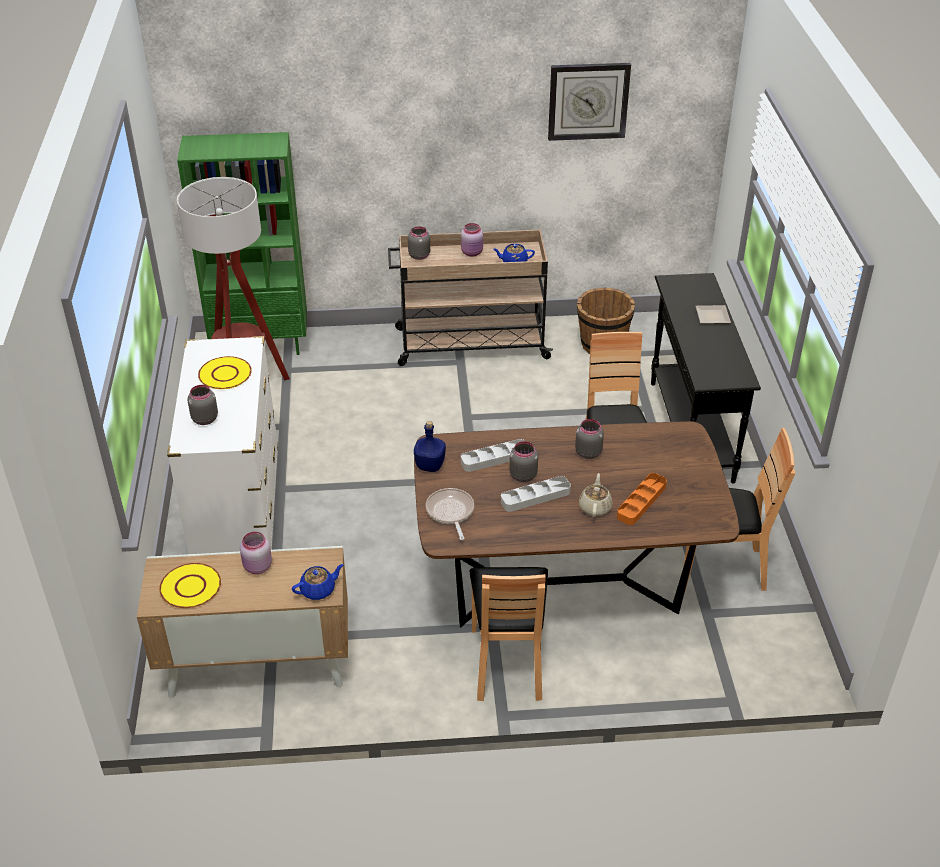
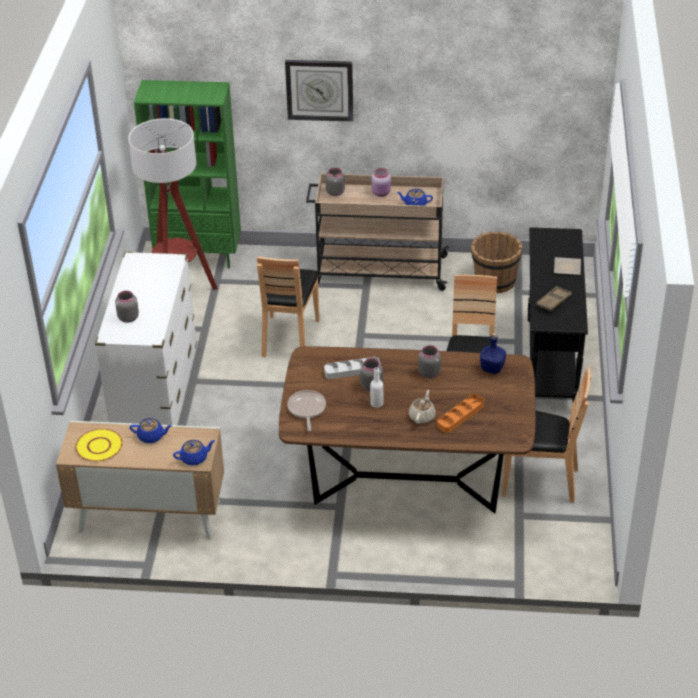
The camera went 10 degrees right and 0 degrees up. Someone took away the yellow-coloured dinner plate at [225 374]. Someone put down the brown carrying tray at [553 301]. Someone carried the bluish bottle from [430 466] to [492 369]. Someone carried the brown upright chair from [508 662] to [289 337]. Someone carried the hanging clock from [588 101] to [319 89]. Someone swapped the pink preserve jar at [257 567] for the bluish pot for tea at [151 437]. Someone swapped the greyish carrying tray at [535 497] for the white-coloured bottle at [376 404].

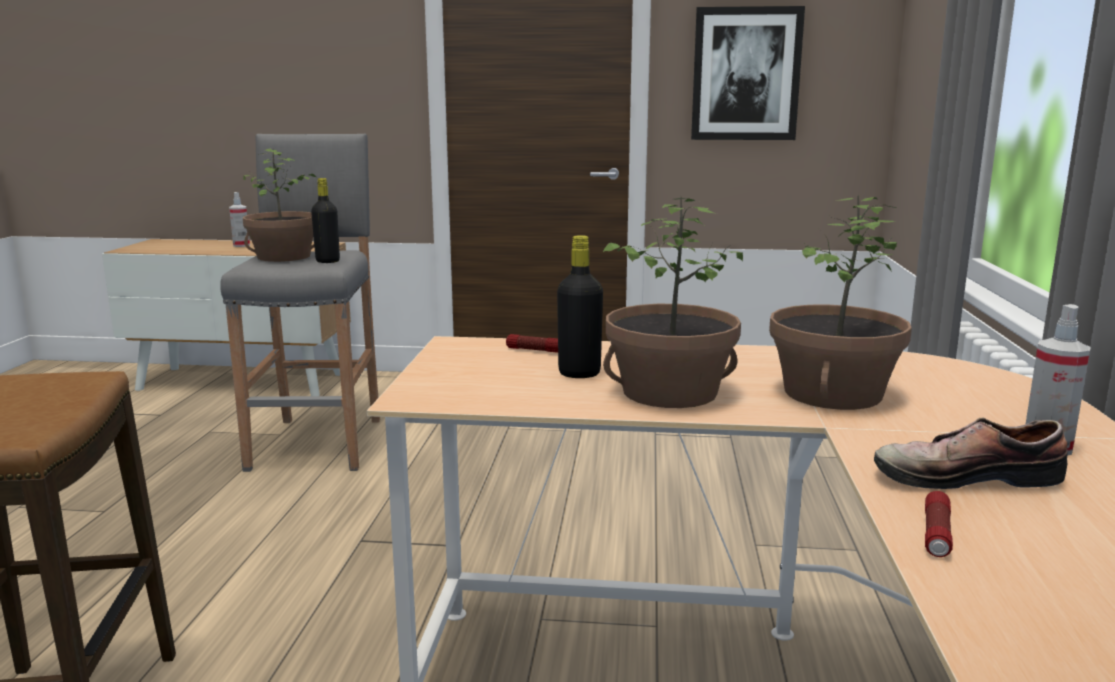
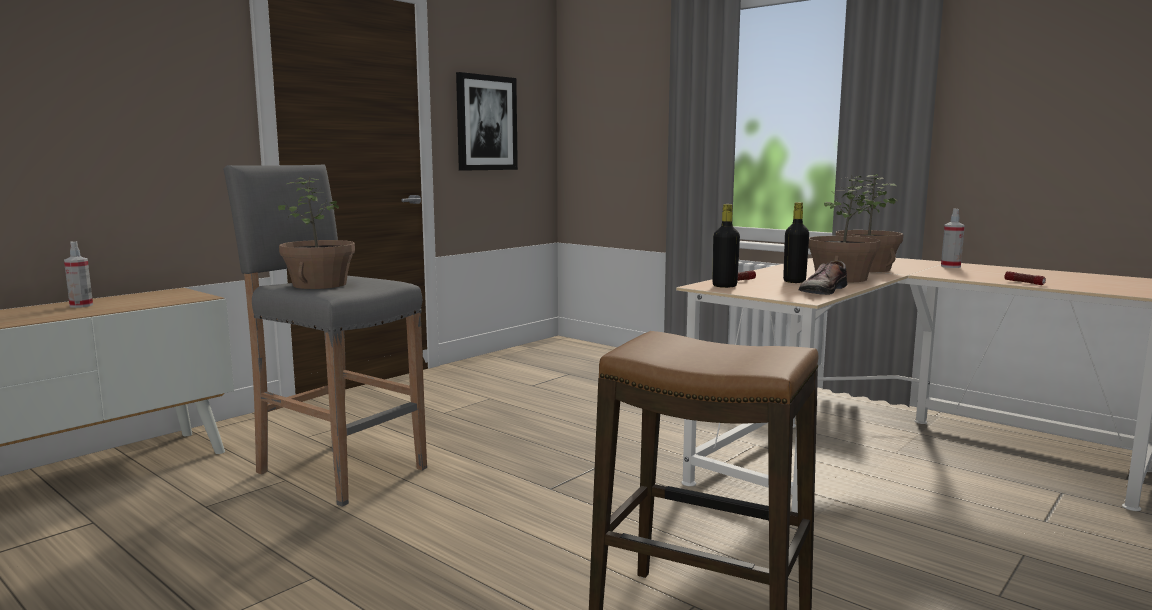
The camera went 55 degrees left and 5 degrees down. Someone carried the blackish bottle from [328 261] to [724 286]. Someone carried the shoe from [962 475] to [821 290].

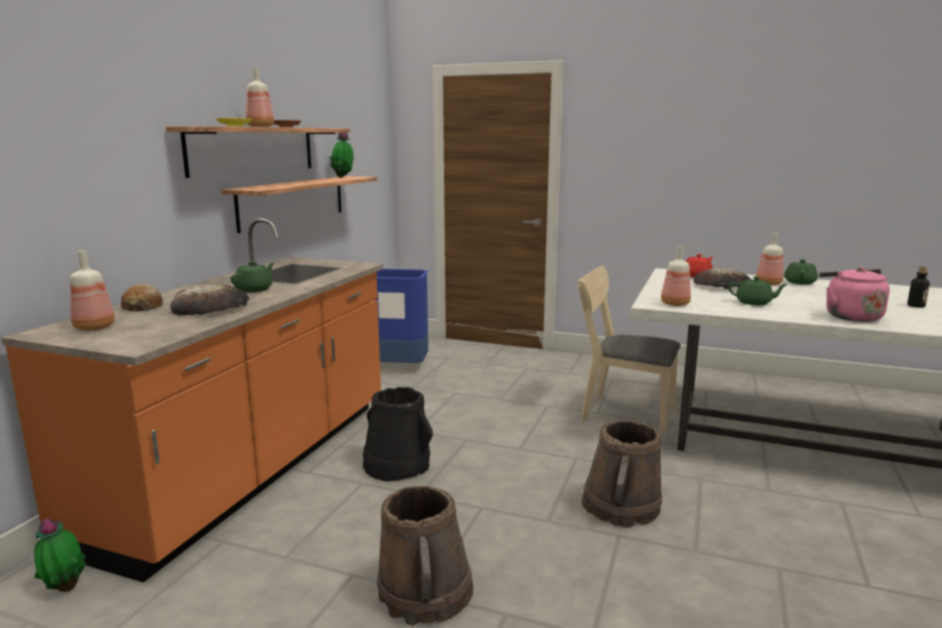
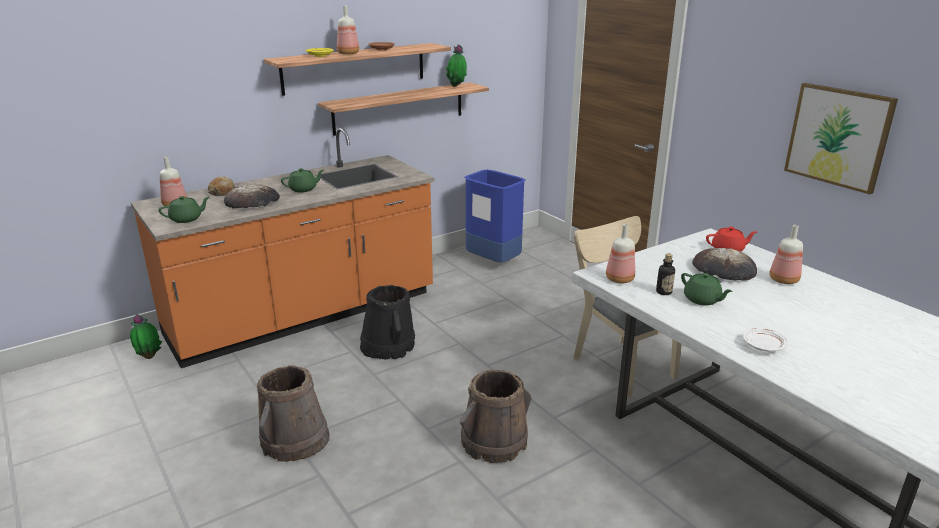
The camera went 35 degrees right and 10 degrees up. Someone put up the wall art at [838 136]. Someone carried the greenish pot for tea from [800 282] to [186 219]. Someone carried the bottle from [916 306] to [664 292]. Someone swapped the pink kettle at [849 316] for the white-coloured dinner plate at [763 346].

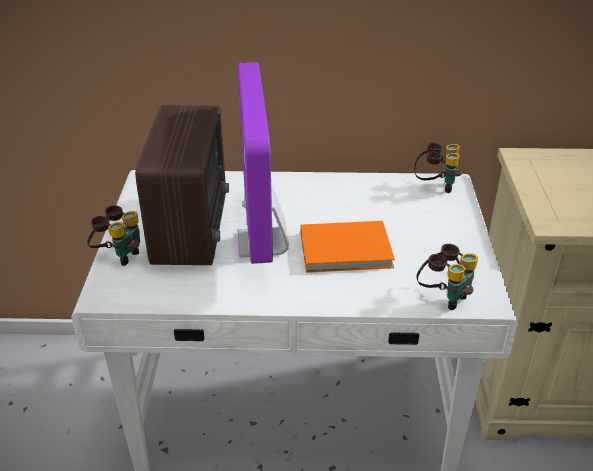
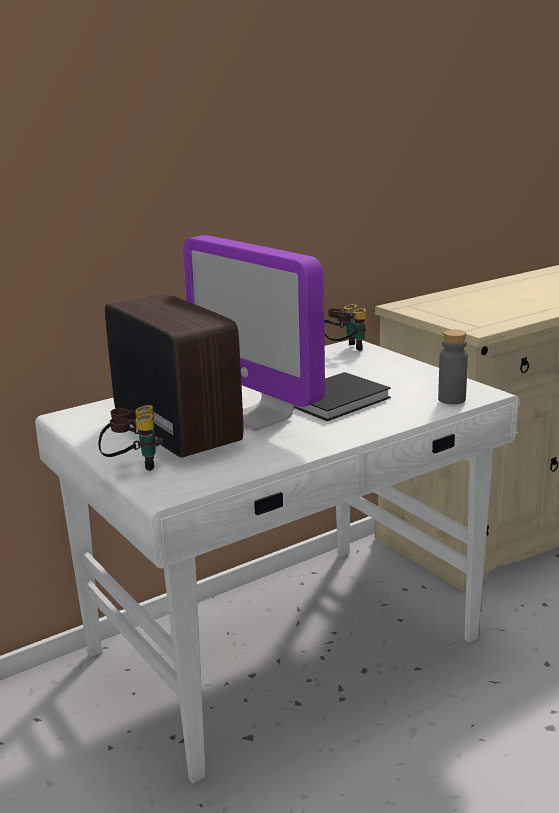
The camera went 35 degrees left and 15 degrees down. Someone swapped the binoculars at [444 296] for the greyish bottle at [451 399]. Someone repainted the orangey bound book at [348 250], which became the blackish bound book at [339 400].

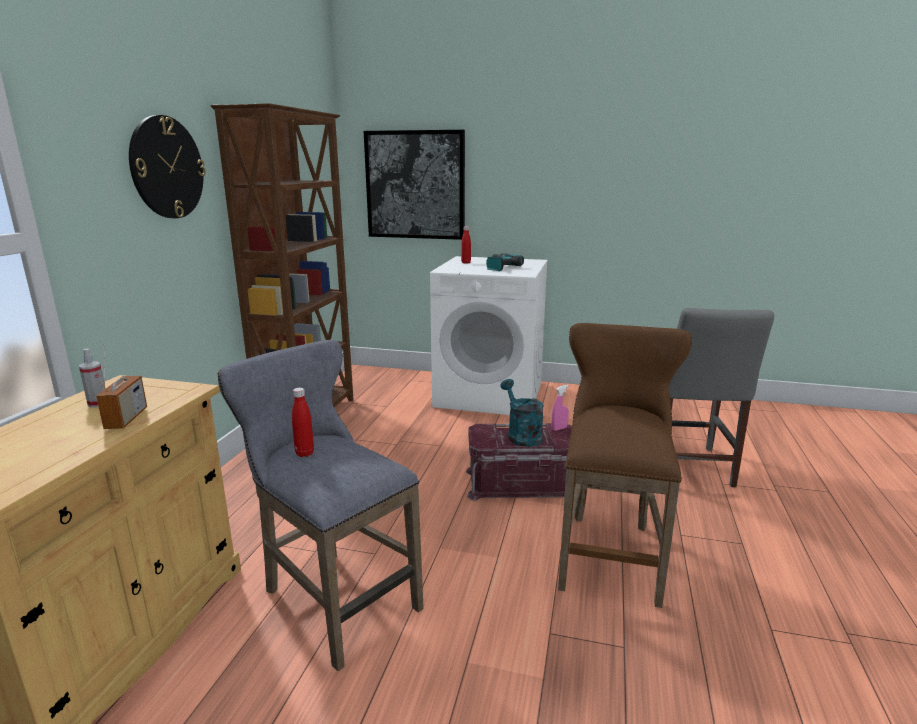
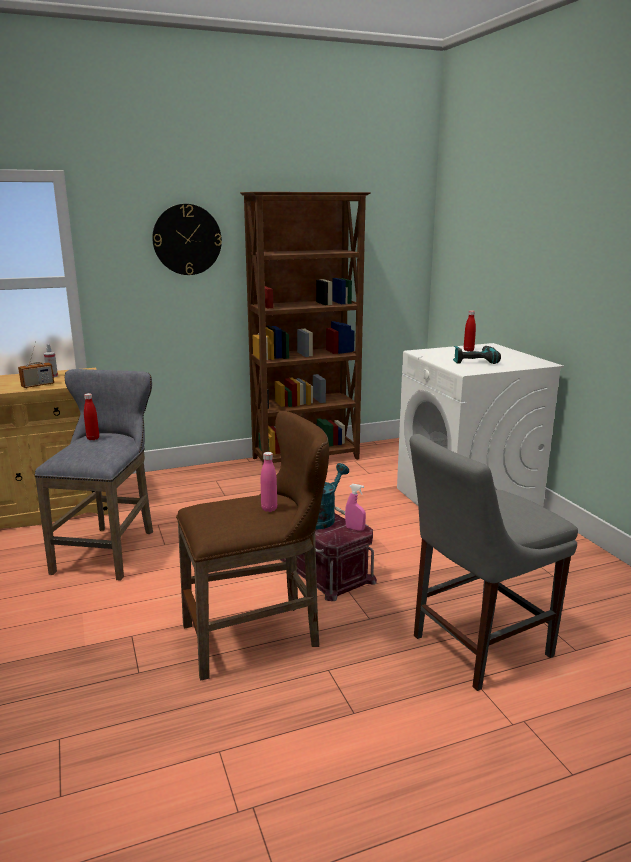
The camera went 55 degrees right and 0 degrees up. Someone took away the wall art at [415 185]. Someone put down the pink bottle at [269 509].

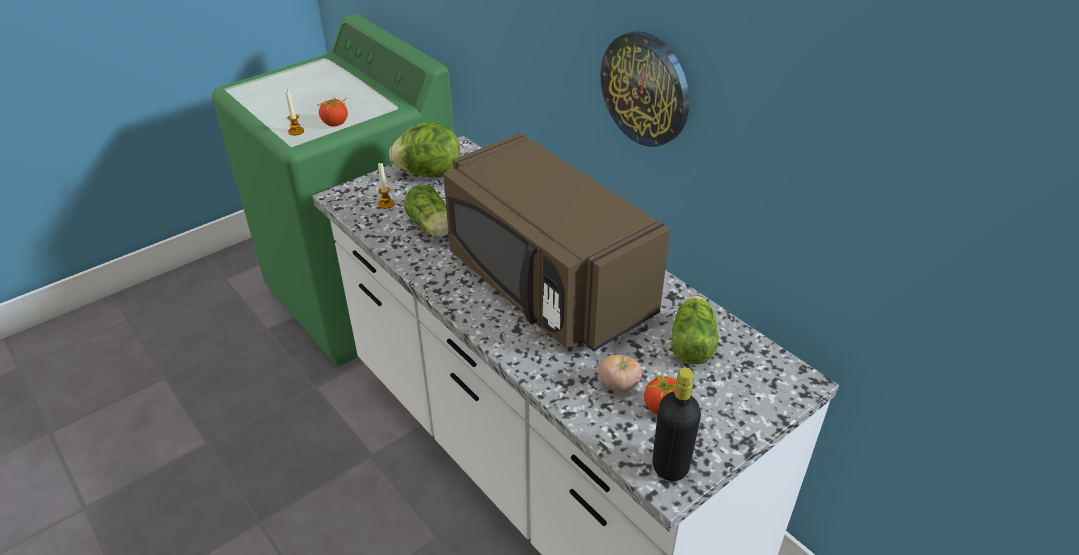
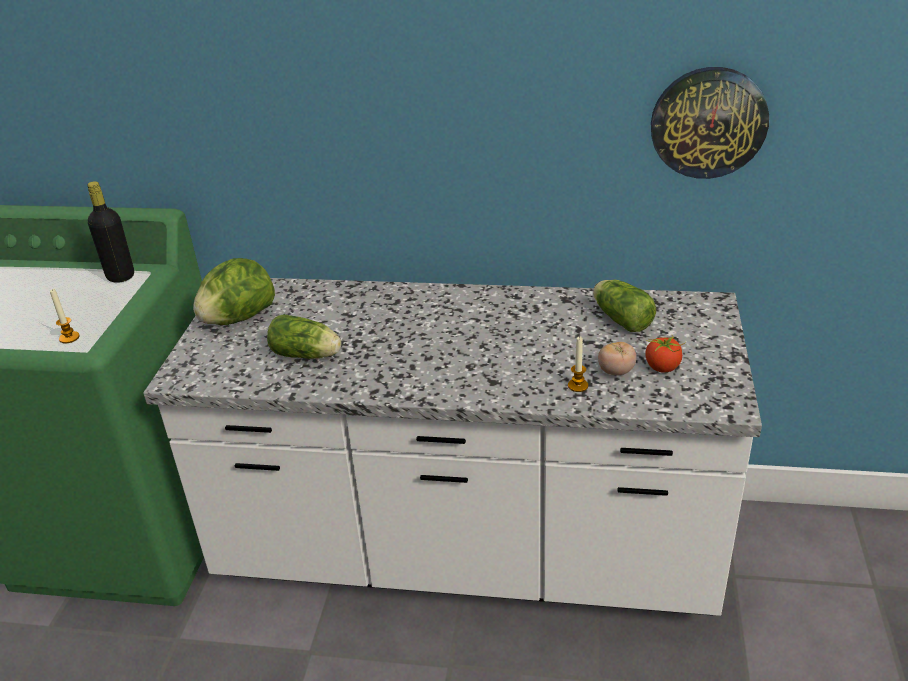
The camera went 40 degrees left and 5 degrees down. Someone took away the tomato at [335 123]. Someone took away the brown microwave at [546 285]. Someone carried the candle from [386 204] to [578 386]. Someone carried the hanging clock from [646 89] to [708 122]. Someone carried the blackish bottle from [670 466] to [120 276].

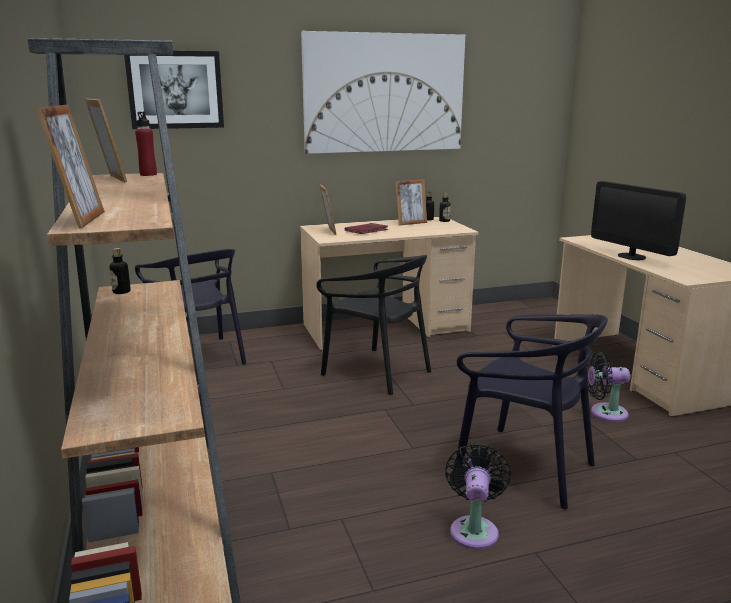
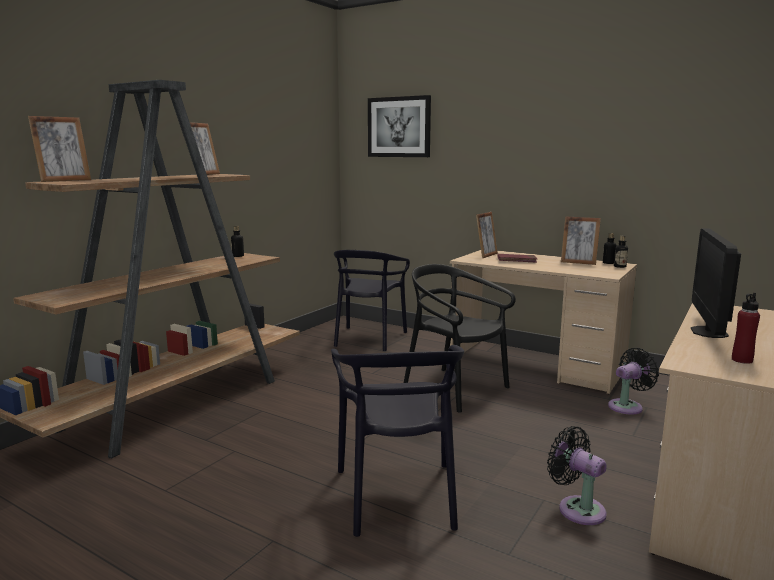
The camera went 50 degrees right and 5 degrees down. Someone took away the wall art at [384 93]. Someone carried the red-coloured bottle from [148 174] to [742 360]. Someone carried the blackish electric fan from [474 529] to [628 406]. Someone rotated the blackish upright chair at [377 371] by 135 degrees clockwise.

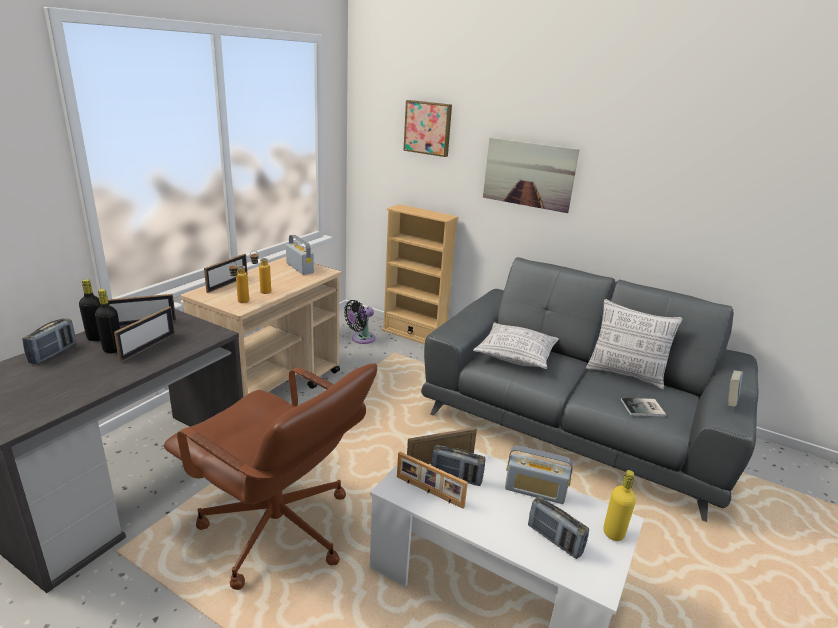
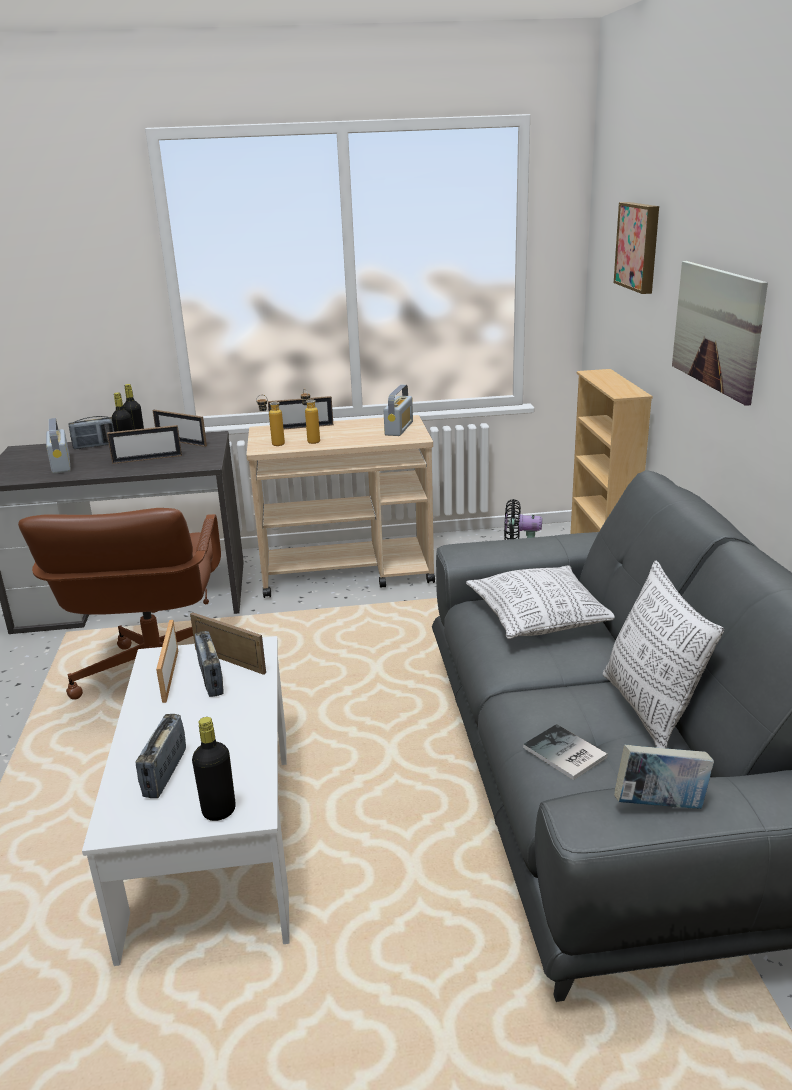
The camera went 55 degrees right and 0 degrees up. Someone carried the radio receiver from [535 491] to [61 465]. Someone repainted the yellow-coloured bottle at [613 533], which became the blackish bottle at [219 811].

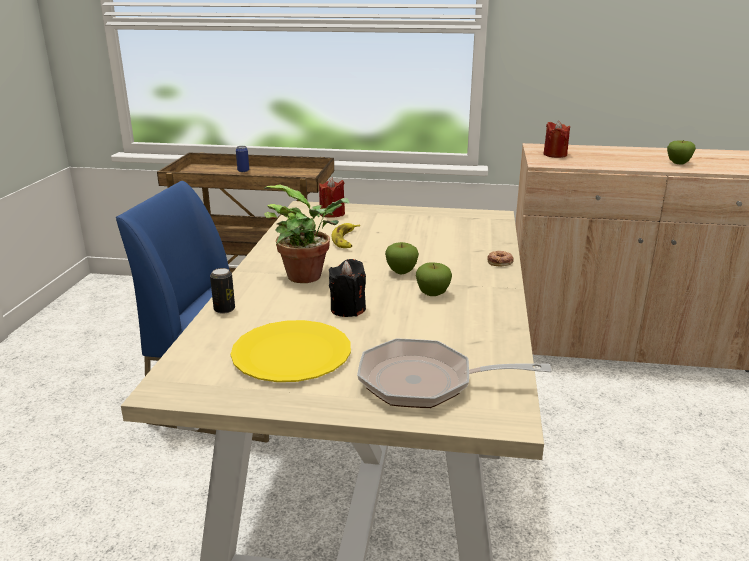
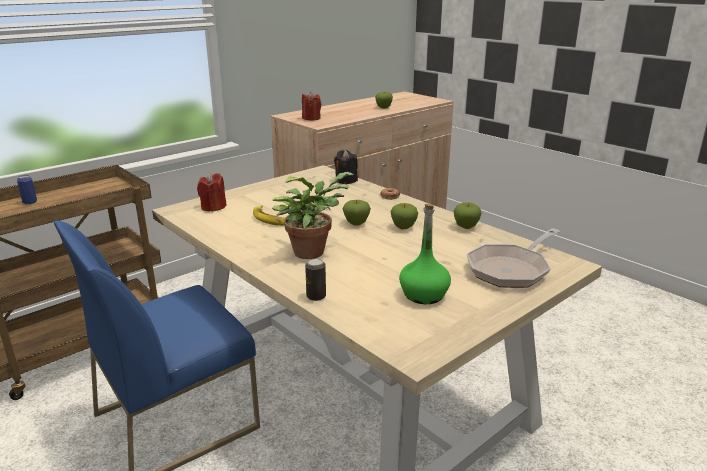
The camera went 50 degrees left and 0 degrees up. Someone put down the whole apple at [466 227]. Someone carried the blackish candle from [348 309] to [346 180]. Someone swapped the yellow-coloured dinner plate at [292 354] for the greenish bottle at [424 295].

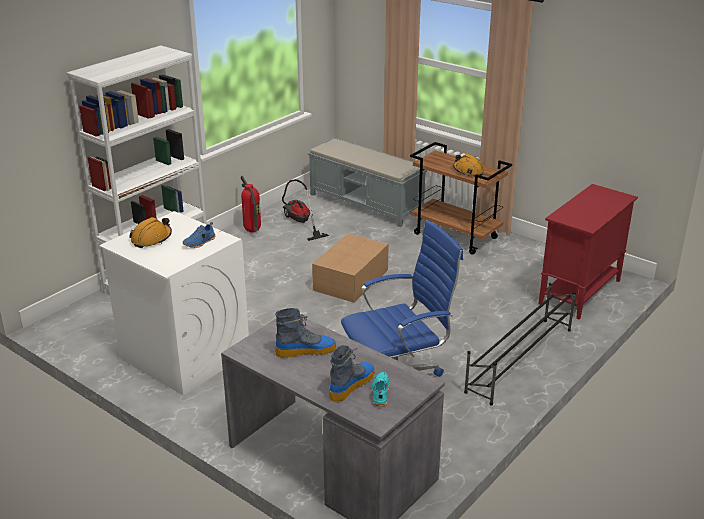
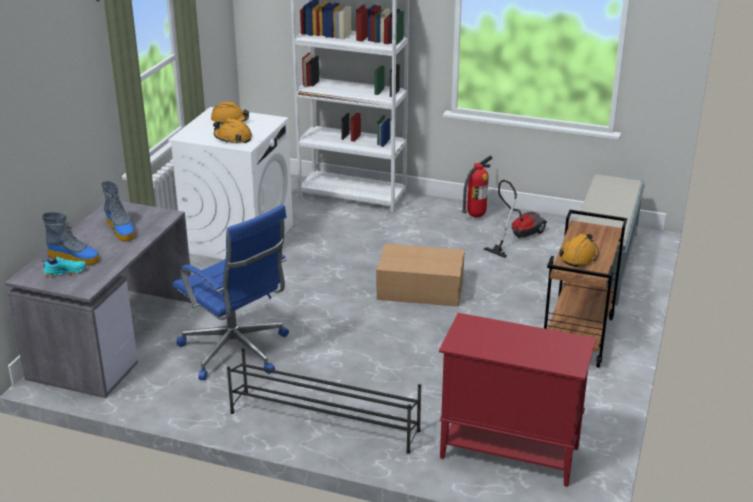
The camera went 70 degrees right and 0 degrees up. Someone swapped the bluish shoe at [200 243] for the orangey work helmet at [233 138].

